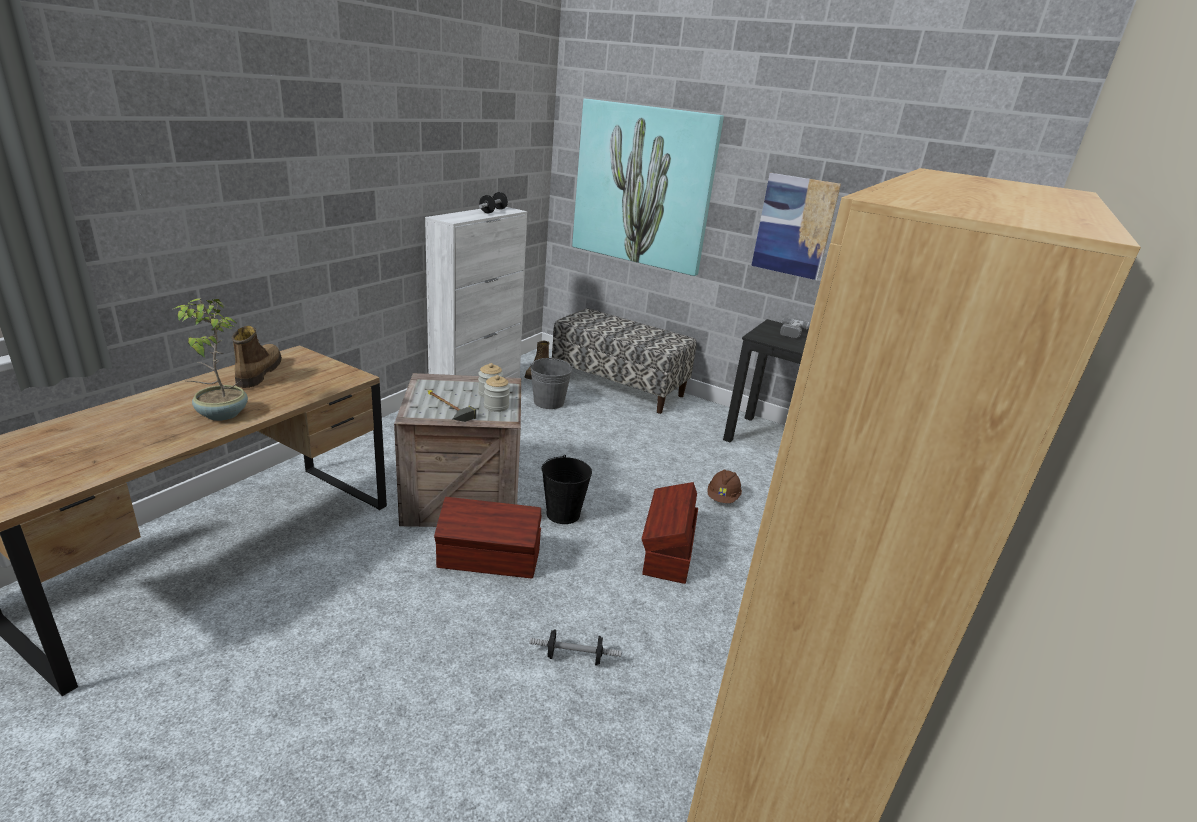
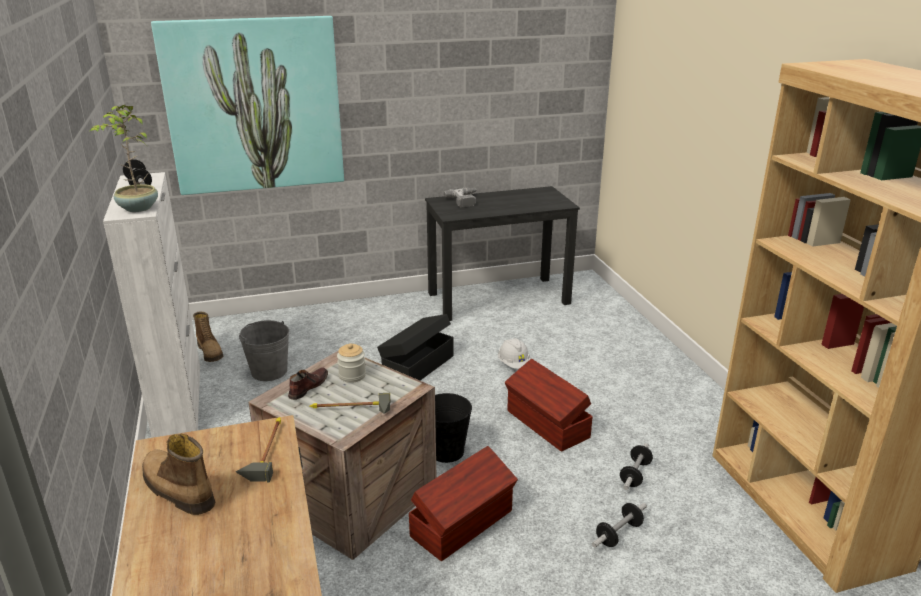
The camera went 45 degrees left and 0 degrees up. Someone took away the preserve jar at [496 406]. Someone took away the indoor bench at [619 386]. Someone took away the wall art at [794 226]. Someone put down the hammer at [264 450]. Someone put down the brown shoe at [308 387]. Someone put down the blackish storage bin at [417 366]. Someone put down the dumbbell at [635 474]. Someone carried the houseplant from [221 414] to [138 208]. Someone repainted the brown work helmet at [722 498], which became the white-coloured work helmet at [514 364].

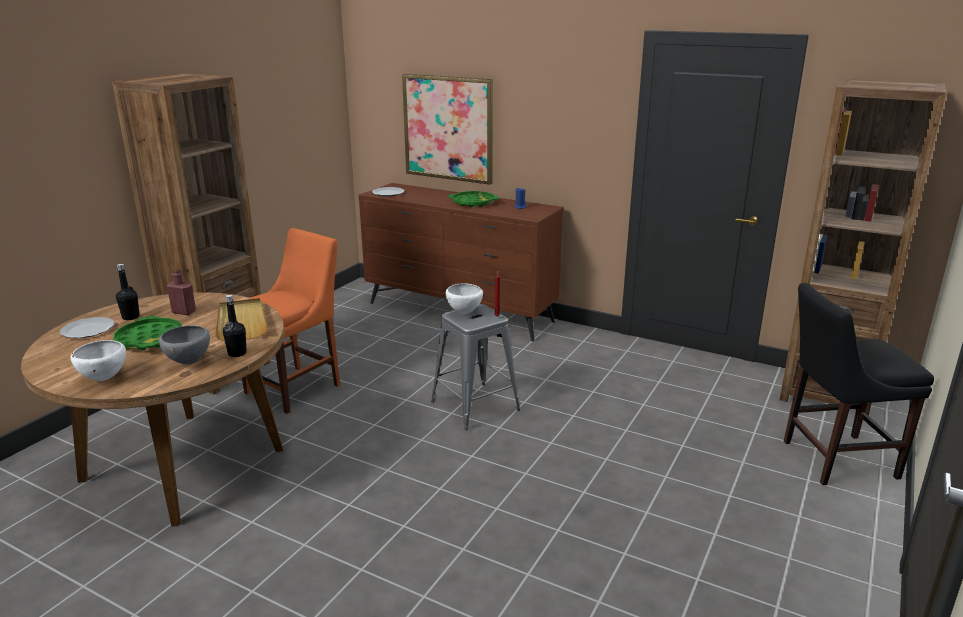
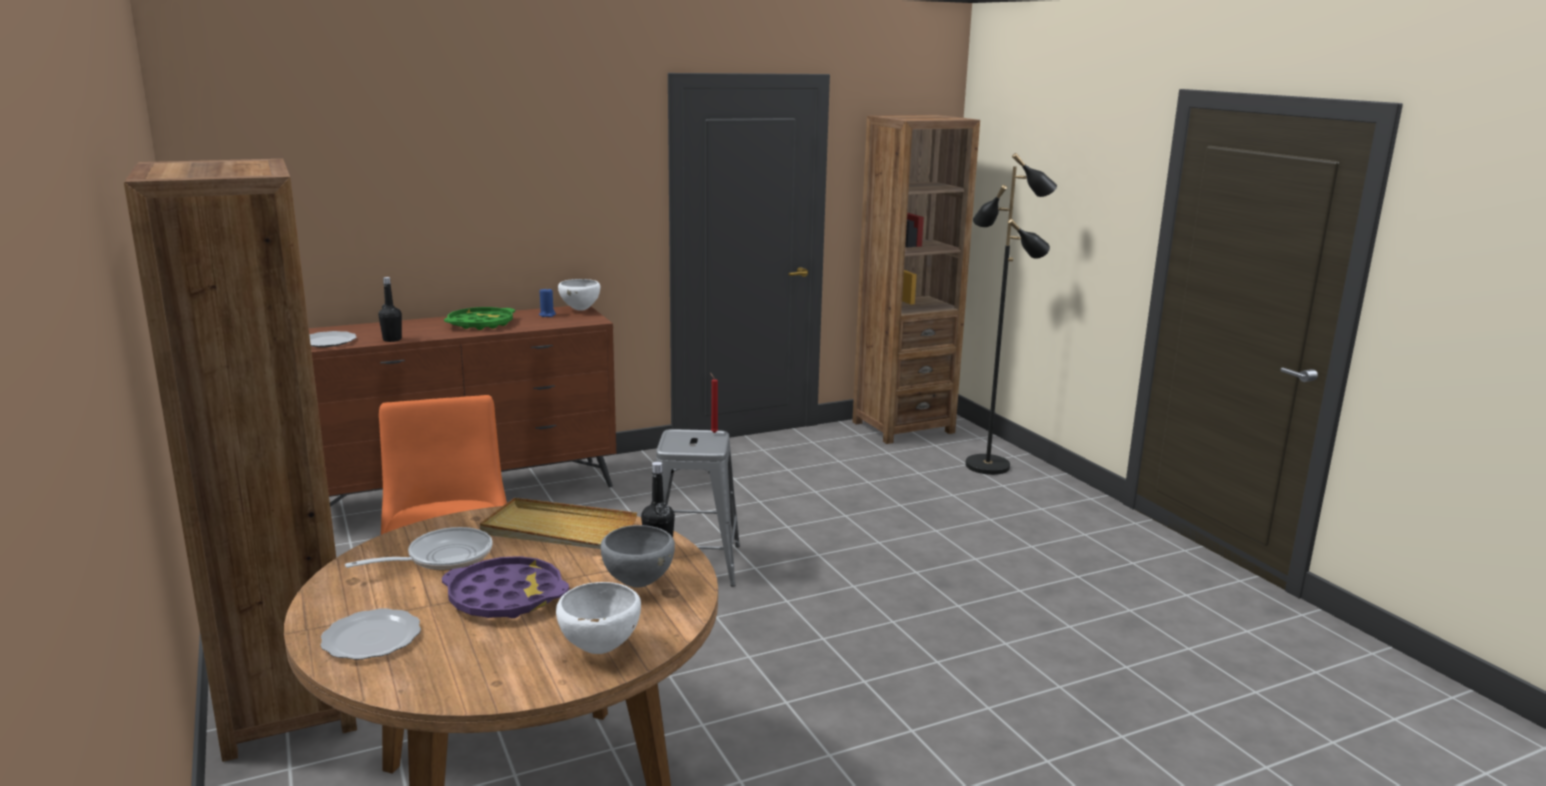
The camera went 55 degrees left and 5 degrees down. Someone took away the wall art at [448 128]. Someone carried the blackish bottle from [131 317] to [392 339]. Someone carried the white-coloured bowl from [465 312] to [580 310]. Someone swapped the red-coloured bottle at [184 312] for the pan at [442 558]. Someone swapped the blackish upright chair at [833 459] for the blackish standing lamp at [988 465]. Someone repainted the greenish carrying tray at [150 339], which became the purplish carrying tray at [506 597].

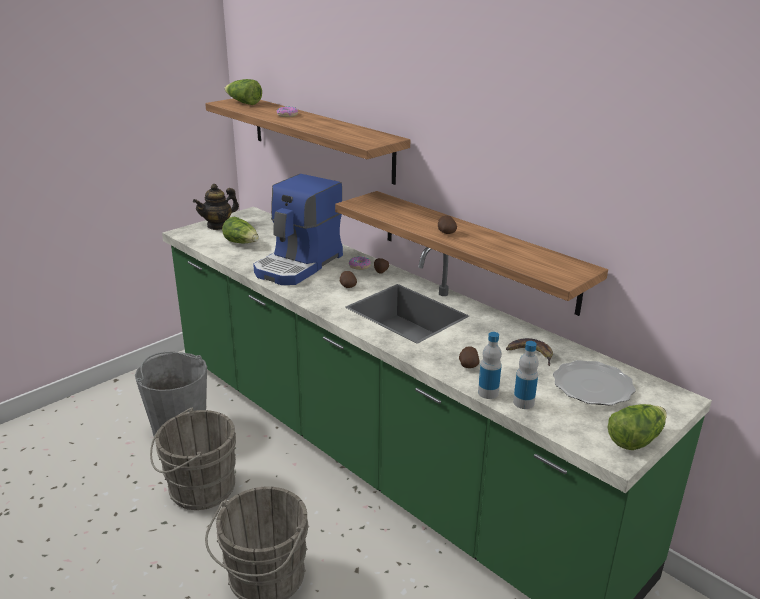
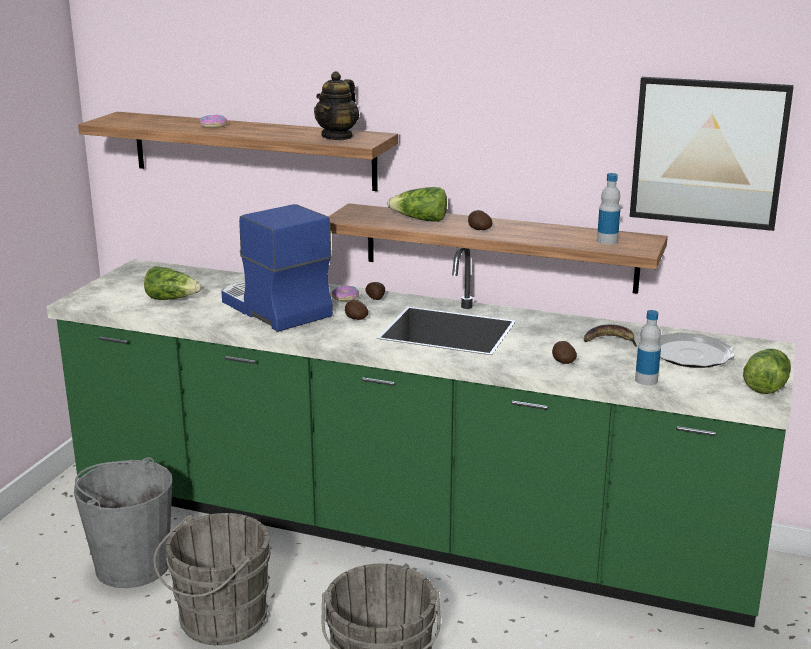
The camera went 25 degrees left and 5 degrees down. Someone put up the wall art at [708 152]. Someone carried the pot for tea from [218 226] to [337 136]. Someone carried the head of lettuce from [243 103] to [420 220]. Someone carried the bottle from [488 393] to [607 241]. Someone rotated the coffee maker at [299 265] by 135 degrees clockwise.

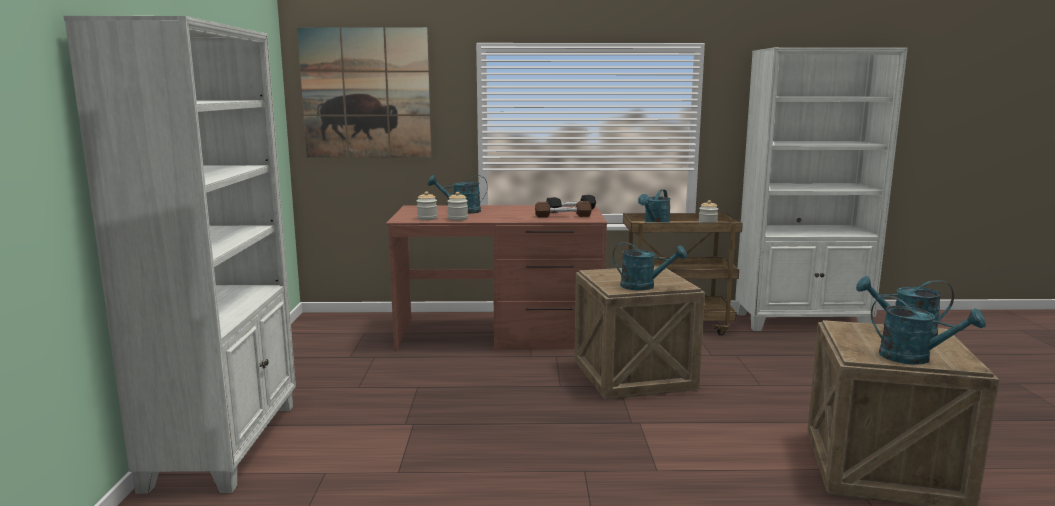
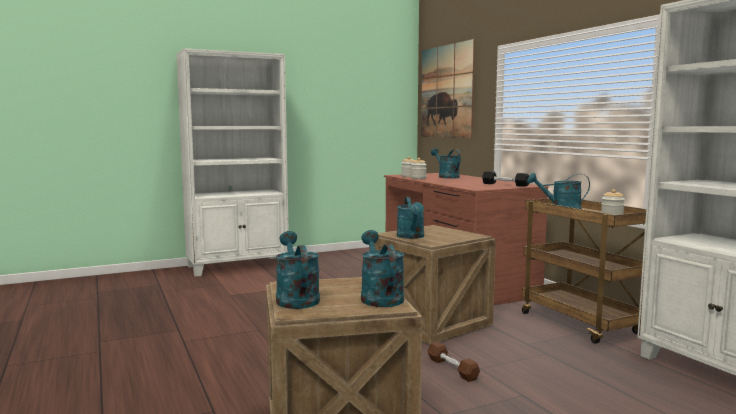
The camera went 65 degrees right and 5 degrees down. Someone carried the brown dumbbell from [563 216] to [452 369]. Someone rotated the blue-green watering can at [914 358] by 150 degrees clockwise.

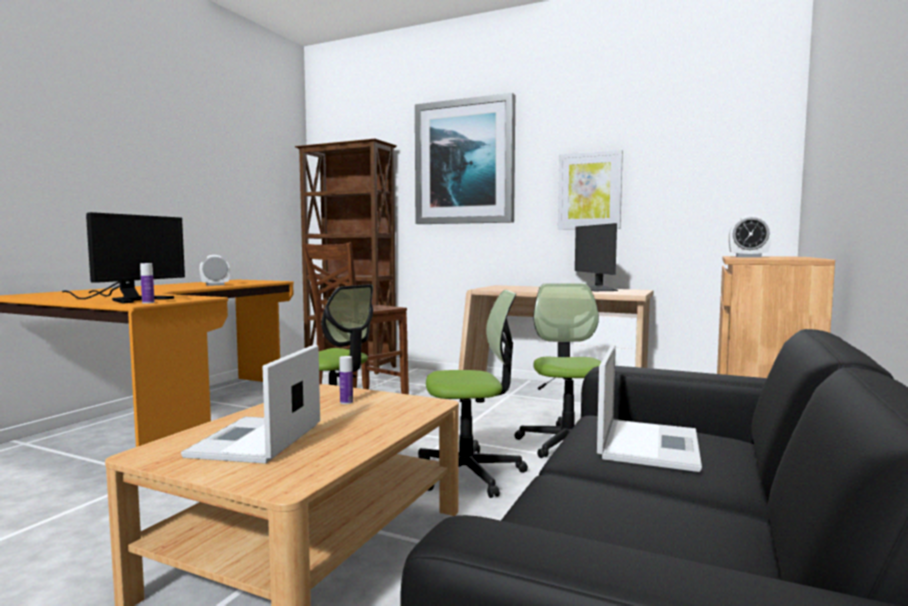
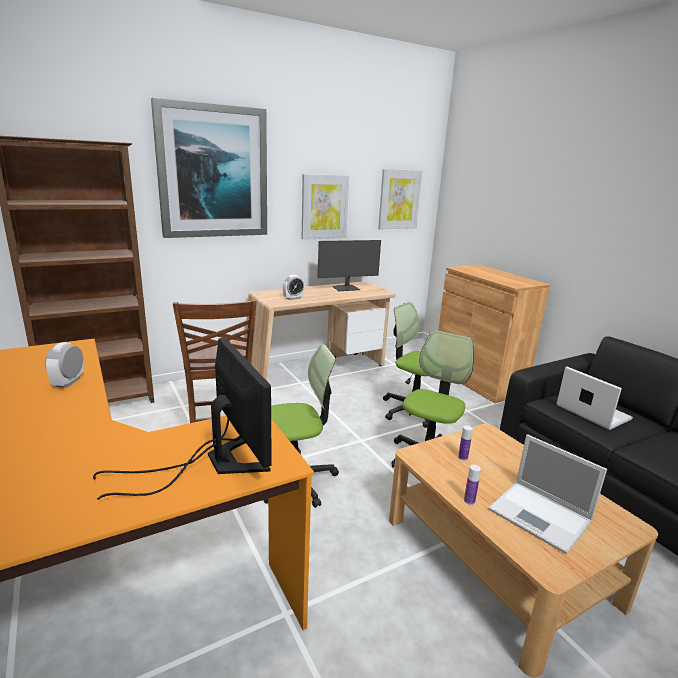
The camera went 55 degrees left and 15 degrees up. Someone put up the wall art at [399 199]. Someone carried the bottle from [148 303] to [469 501]. Someone carried the alarm clock from [748 257] to [293 298]. Someone rotated the monitor at [598 290] by 45 degrees counterclockwise.

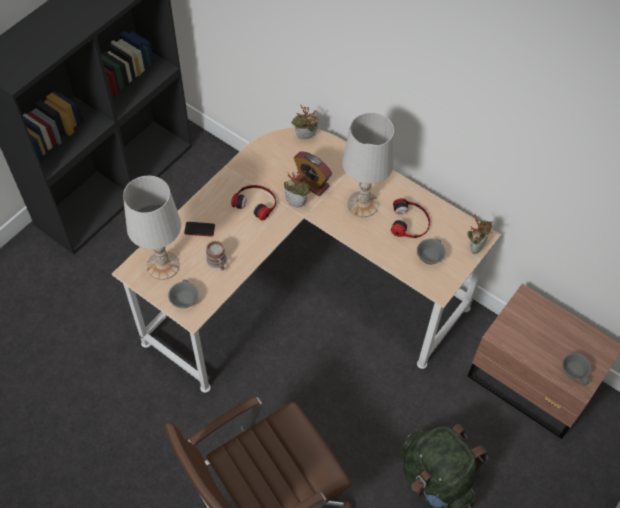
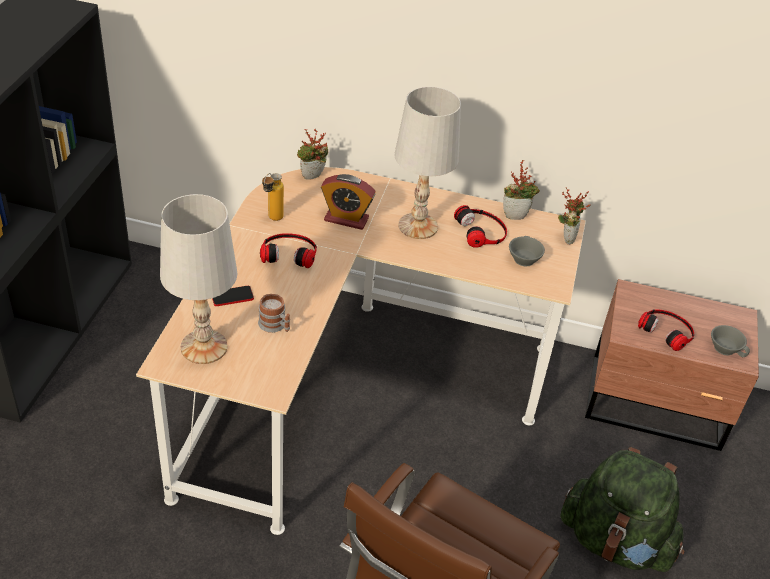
The camera went 25 degrees left and 15 degrees down. Someone took away the greyish small cup at [183 299]. Someone put down the bottle at [272 220]. Someone put down the headphones at [667 331]. Someone carried the houseplant from [297 202] to [516 215].

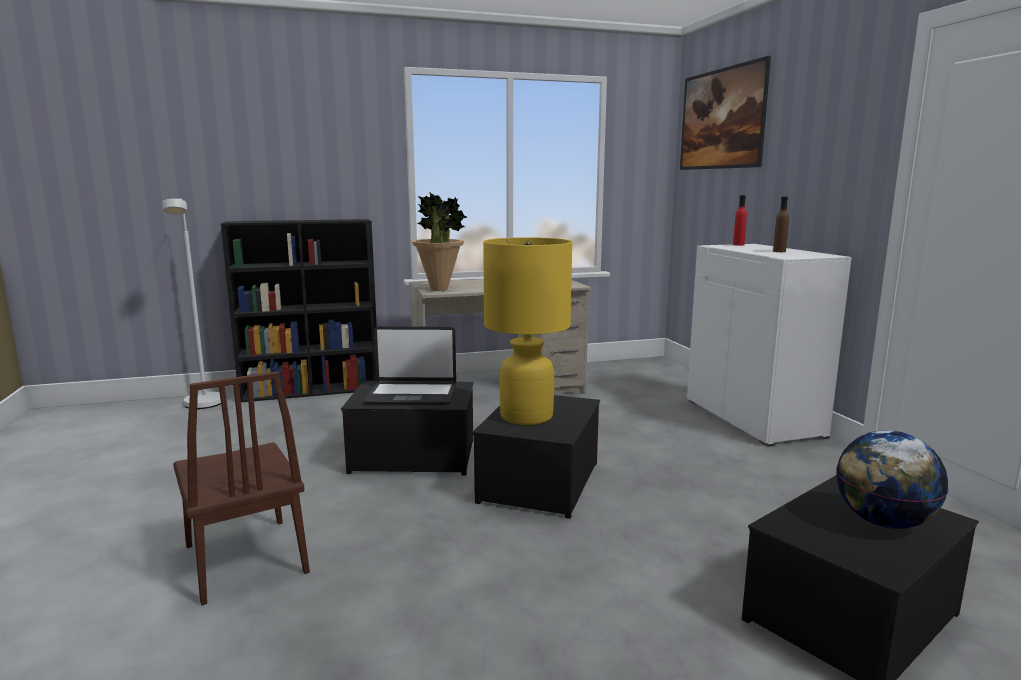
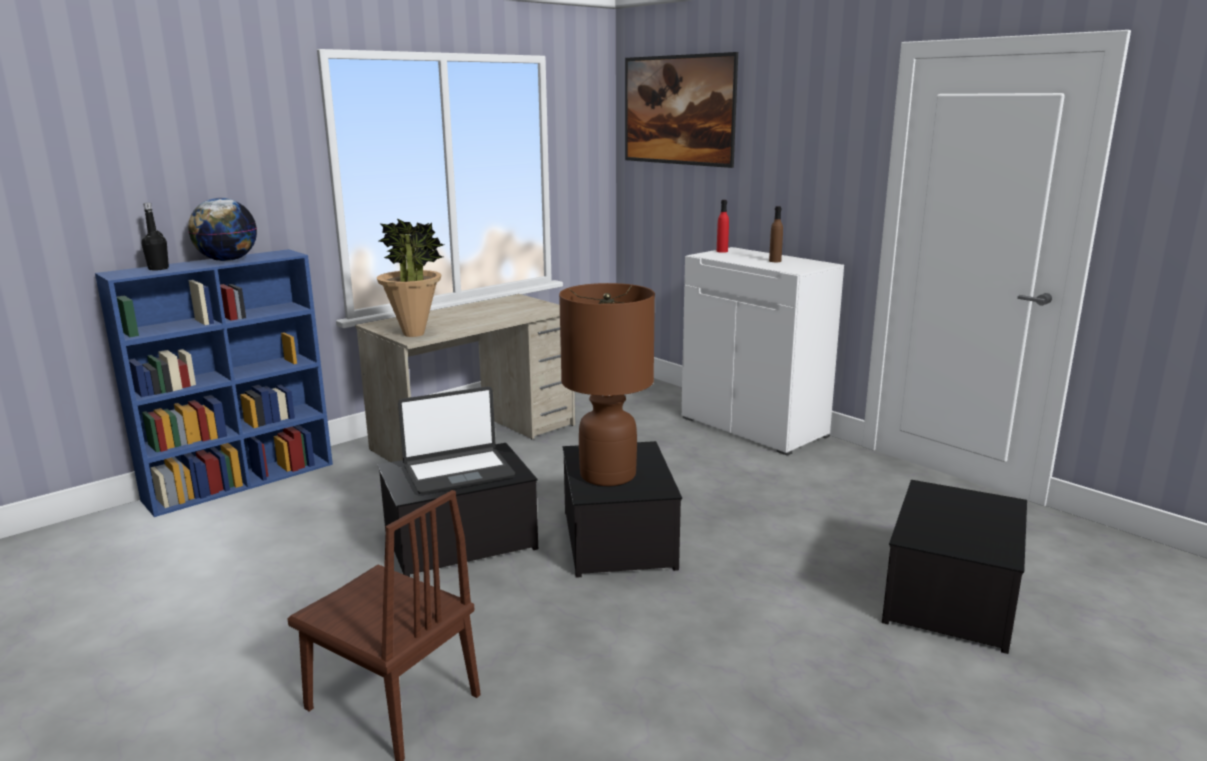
The camera went 25 degrees left and 5 degrees up. Someone took away the white-coloured standing lamp at [203 406]. Someone put down the blackish bottle at [158 269]. Someone carried the globe from [883 522] to [227 260]. Someone repainted the blackish bookcase at [312 390], which became the bluish bookcase at [242 481]. Someone repainted the yellow-coloured tabletop lamp at [526 416], which became the brown tabletop lamp at [607 475].

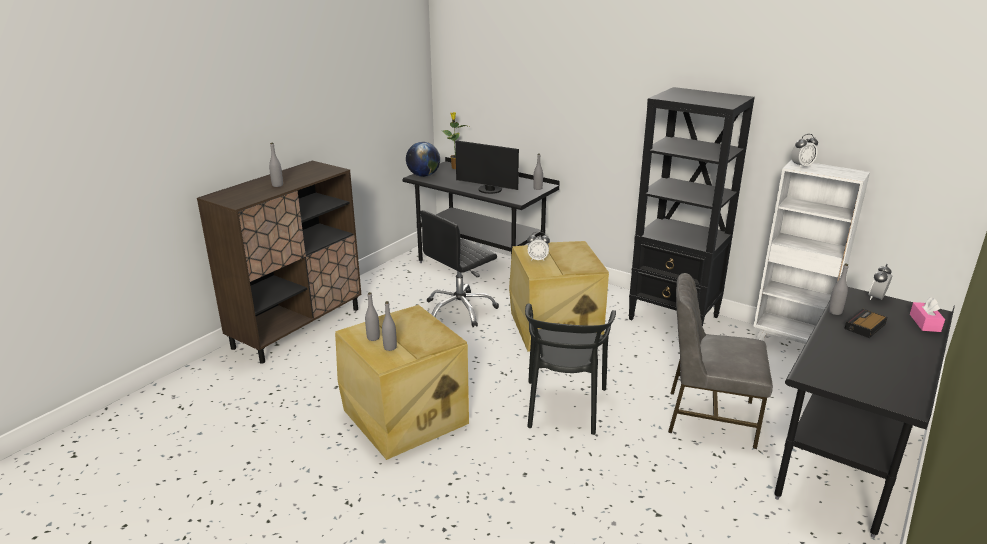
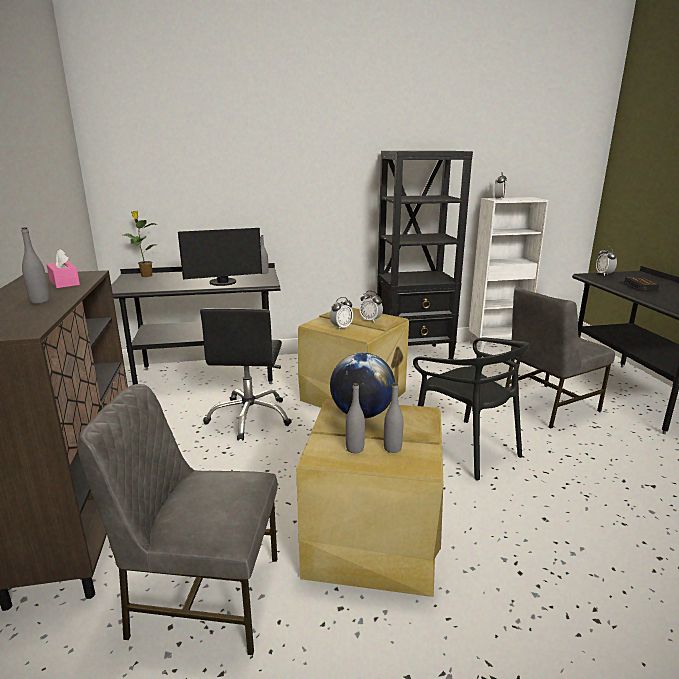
The camera went 45 degrees left and 5 degrees down. Someone took away the greyish bottle at [835 312]. Someone put down the greyish upright chair at [203 597]. Someone put down the alarm clock at [370 320]. Someone carried the globe from [423 175] to [362 414]. Someone carried the pink tissue box from [924 323] to [64 282].

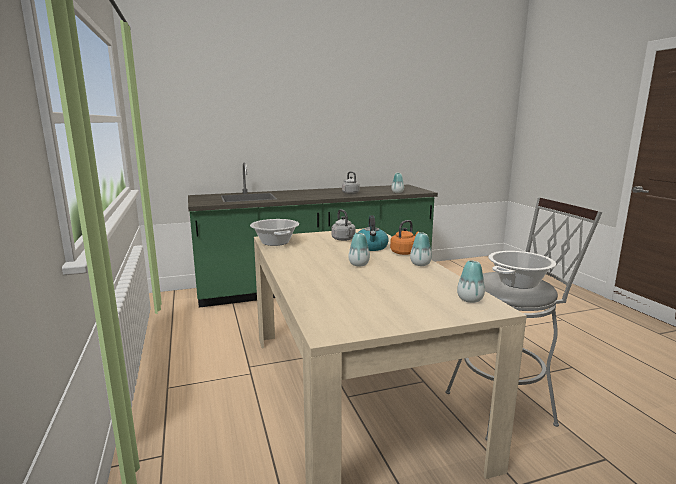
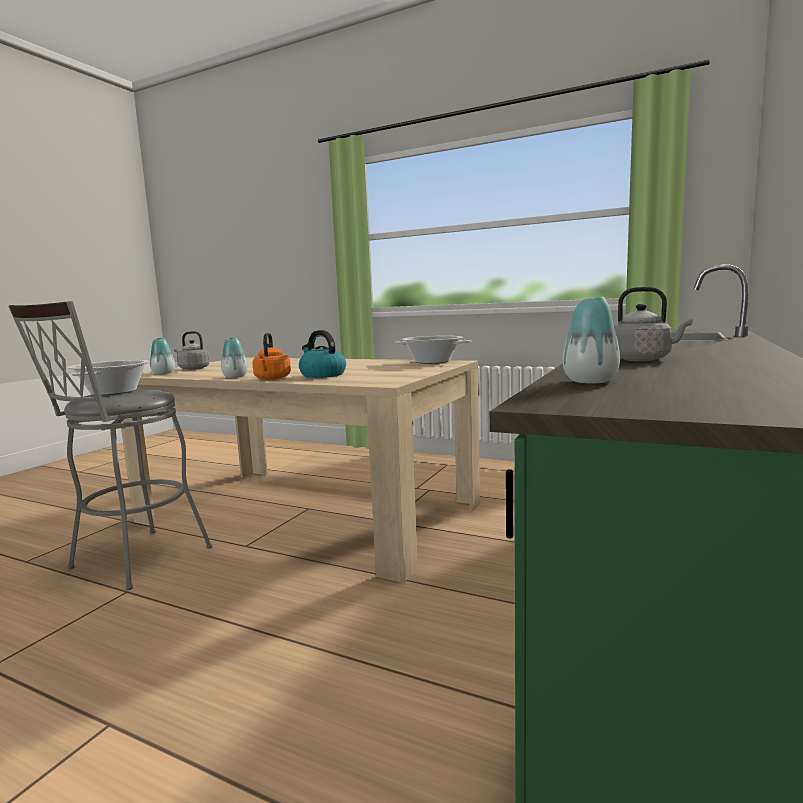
The camera went 135 degrees right and 5 degrees down. Someone took away the decorative vase at [359 264]. Someone carried the greyish kettle from [344 239] to [192 368].

